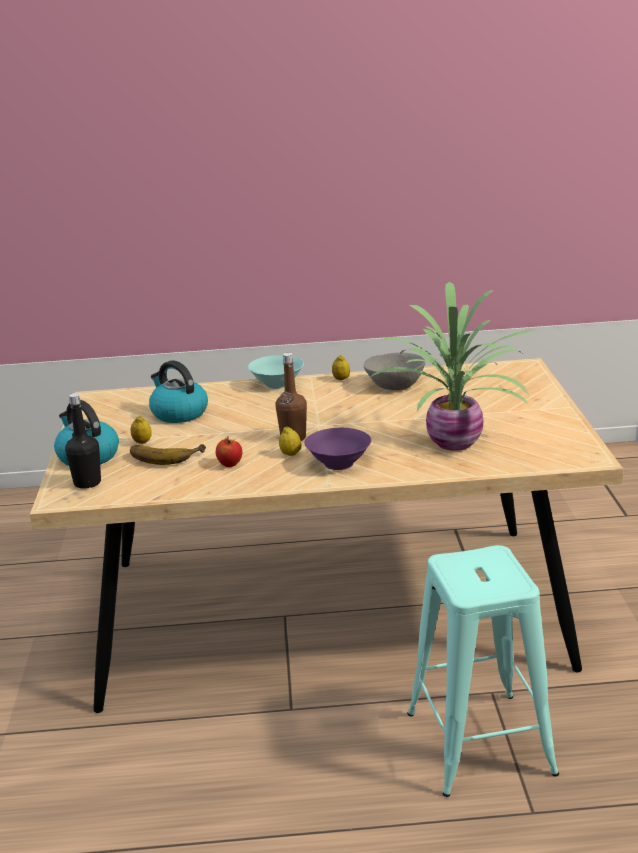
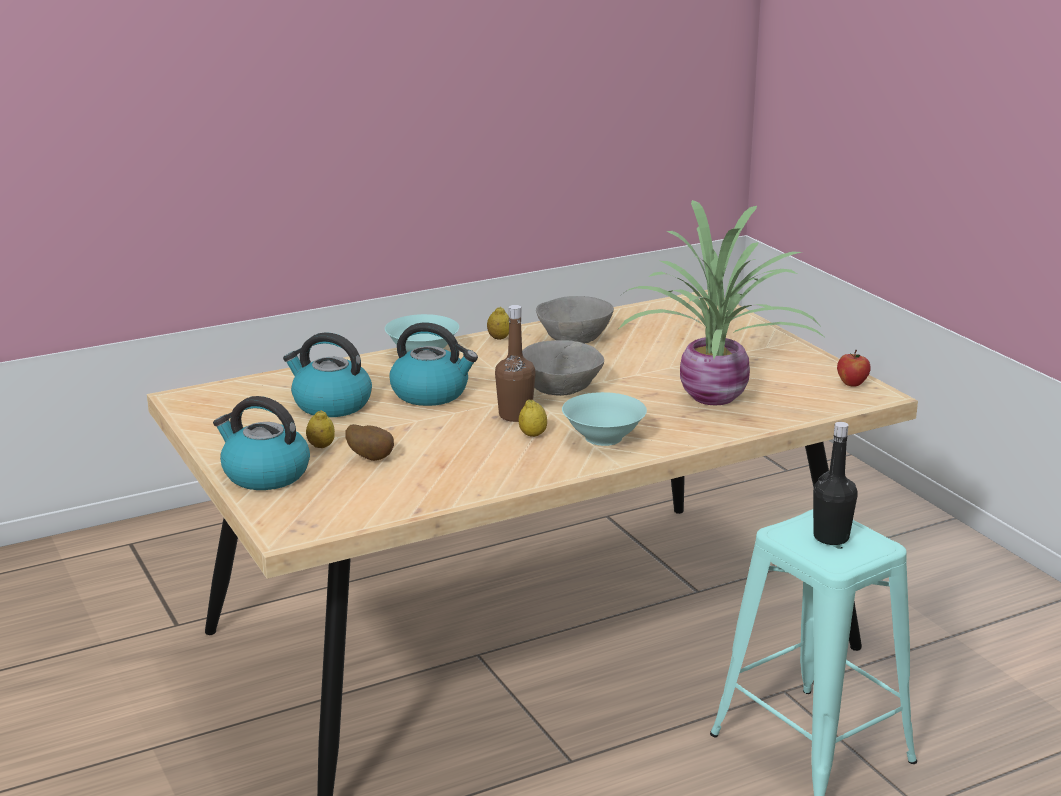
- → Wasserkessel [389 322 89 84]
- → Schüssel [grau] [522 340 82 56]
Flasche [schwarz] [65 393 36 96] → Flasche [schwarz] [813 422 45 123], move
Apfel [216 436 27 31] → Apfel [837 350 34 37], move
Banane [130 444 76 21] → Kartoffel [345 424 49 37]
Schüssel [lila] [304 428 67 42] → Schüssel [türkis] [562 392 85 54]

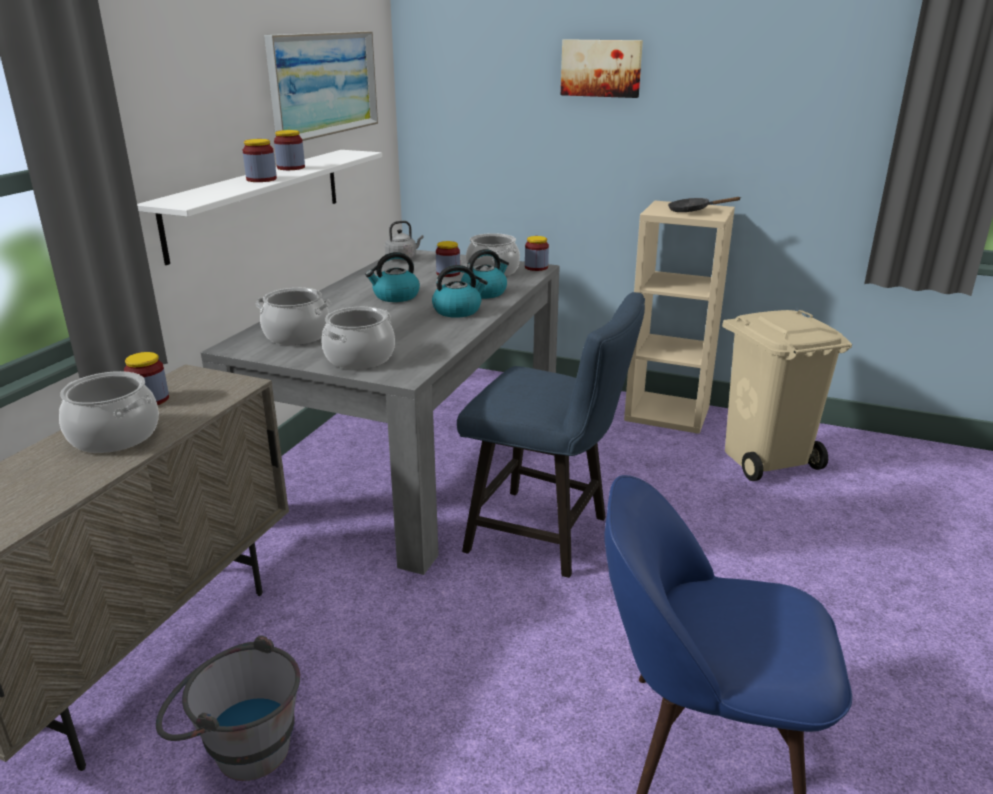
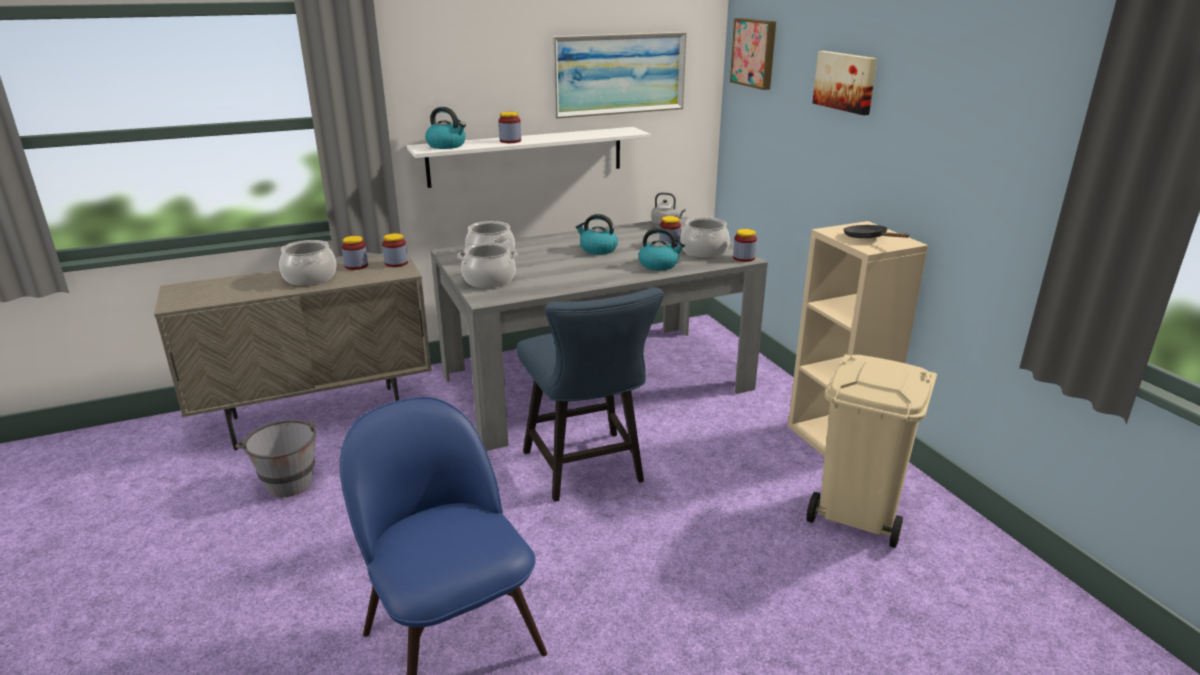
- → Bild [730 18 46 72]
Vorratsglas [274 130 31 40] → Vorratsglas [382 233 26 34], move
Wasserkessel [432 265 56 53] → Wasserkessel [425 107 41 42], move

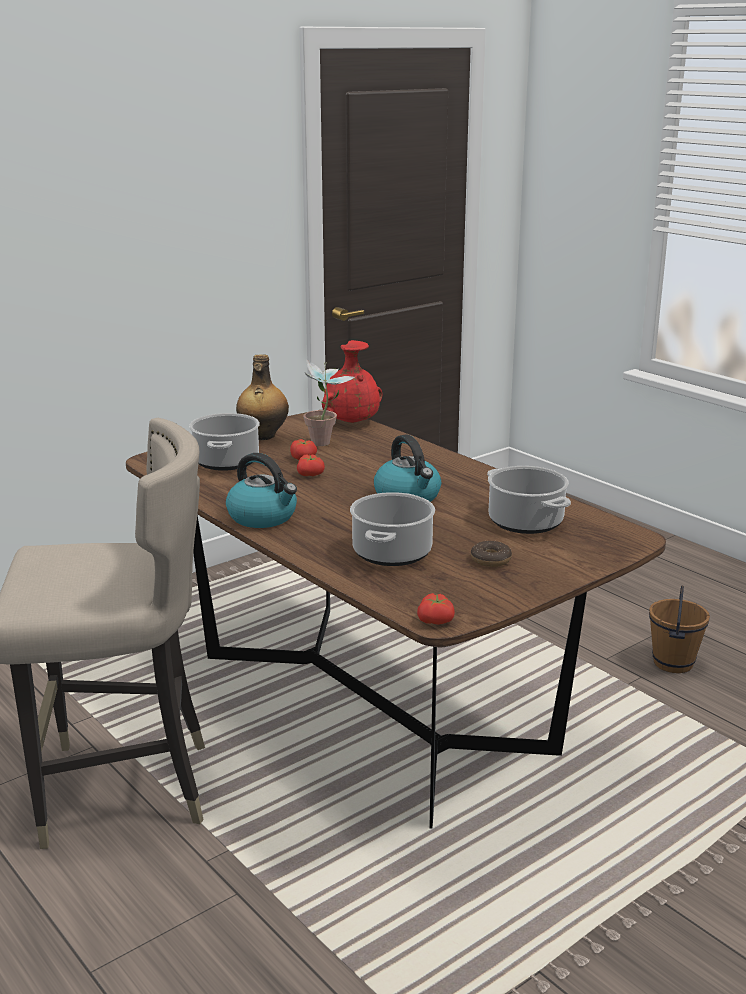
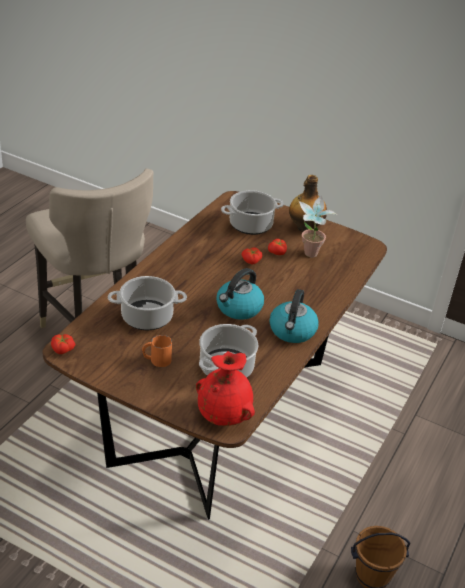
Wasserkessel [226 453 71 75] → Wasserkessel [269 289 50 54], move
Vase [rot] [322 340 60 83] → Vase [rot] [196 351 59 75], move
Donut [471 541 41 26] → Henkelbecher [orange] [142 335 30 32]

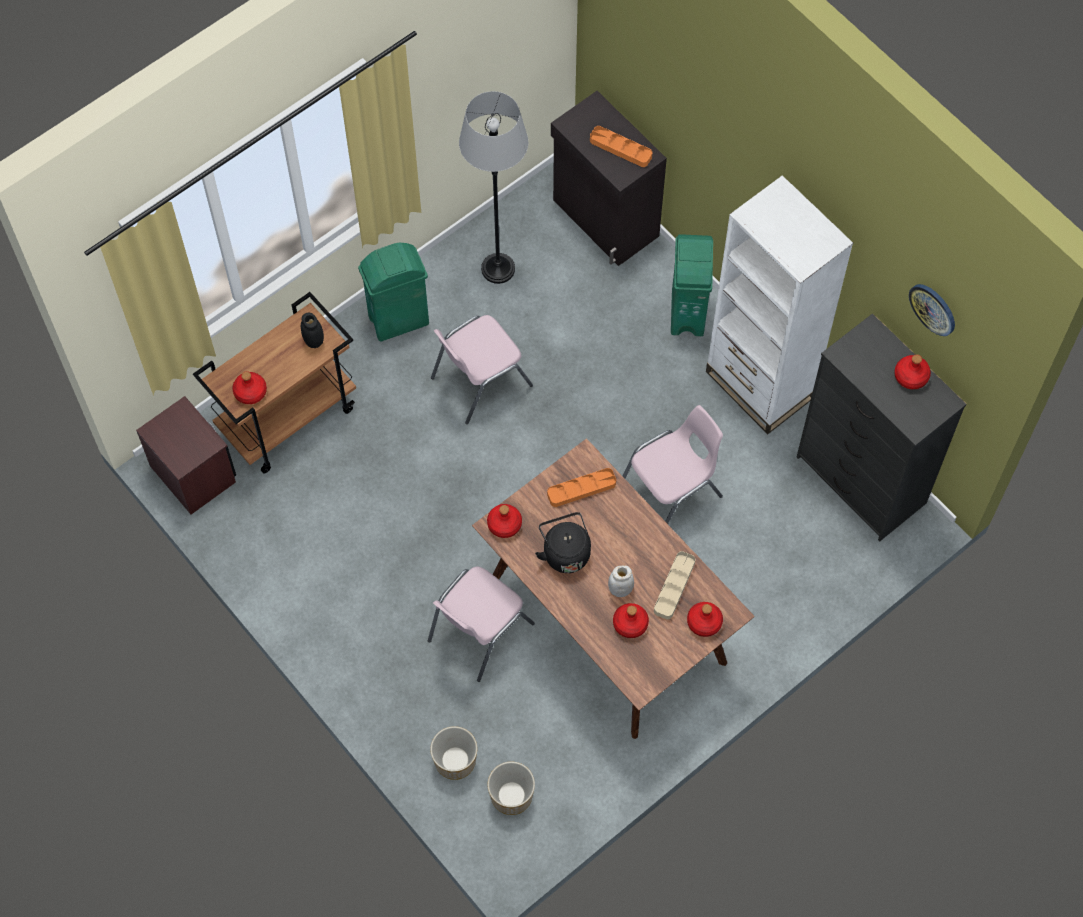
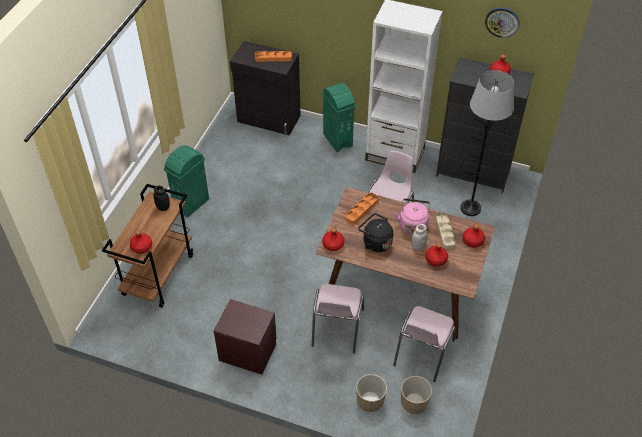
- → Wasserkessel [rosa] [394 198 36 37]
Nachttisch [braun] [136 396 100 118] → Nachttisch [braun] [214 299 63 76], move
Stuhl [rosa] [431 315 102 109] → Stuhl [rosa] [393 306 63 76], move
Stehlampe [grau] [459 91 69 193] → Stehlampe [grau] [460 70 54 146], move

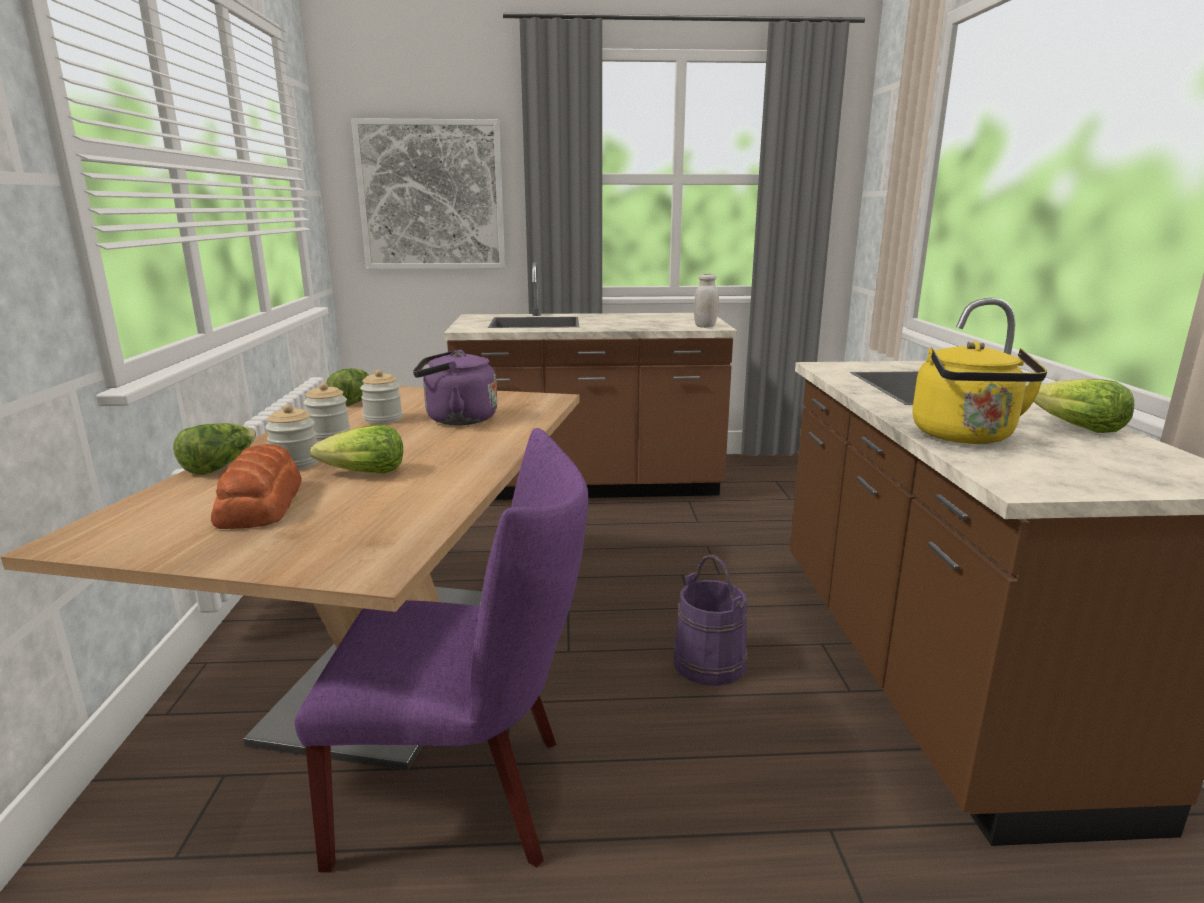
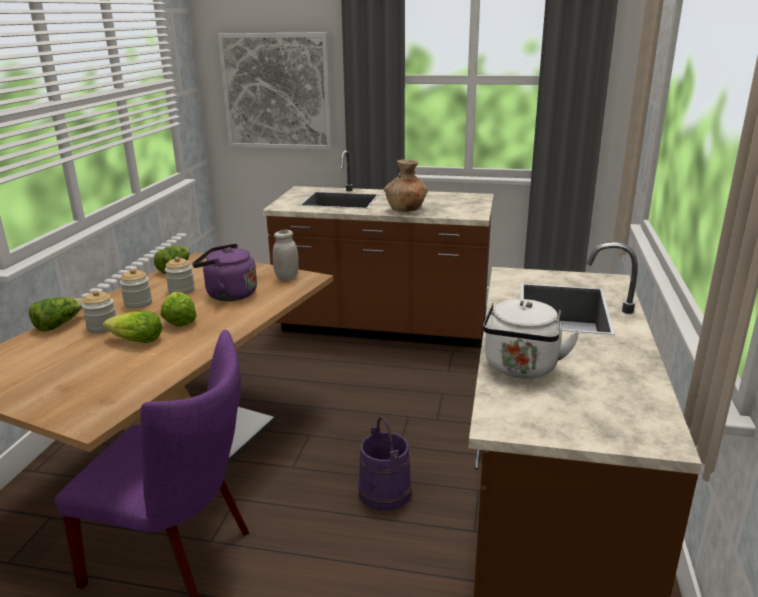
Brot [211 444 91 85] → -
- → Vase [braun] [384 159 44 53]
Vorratsglas [weiß] [694 274 25 54] → Vorratsglas [weiß] [273 230 26 51], move
Salatkopf [1034 379 100 54] → Salatkopf [161 292 36 34], move
Wasserkessel [gelb] [912 341 135 103] → Wasserkessel [weiß] [483 299 97 80]

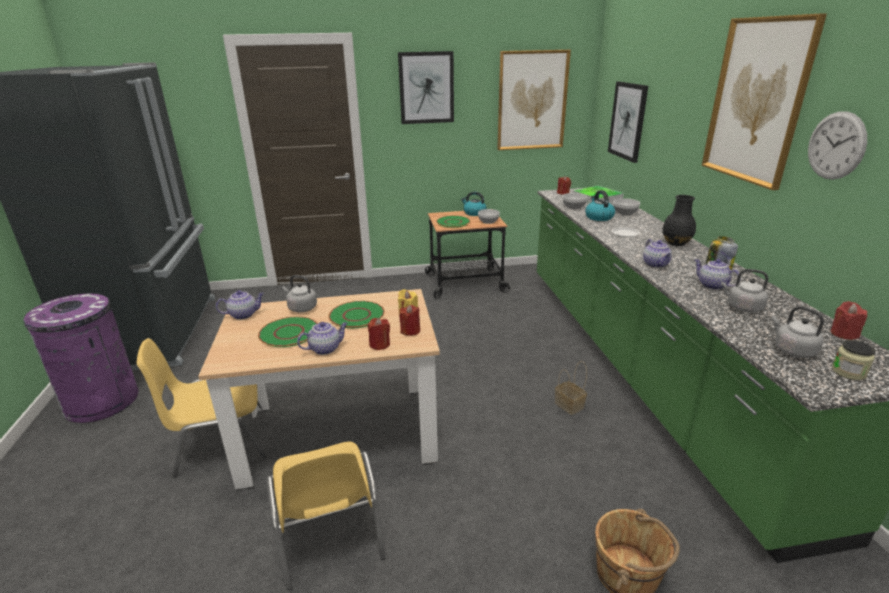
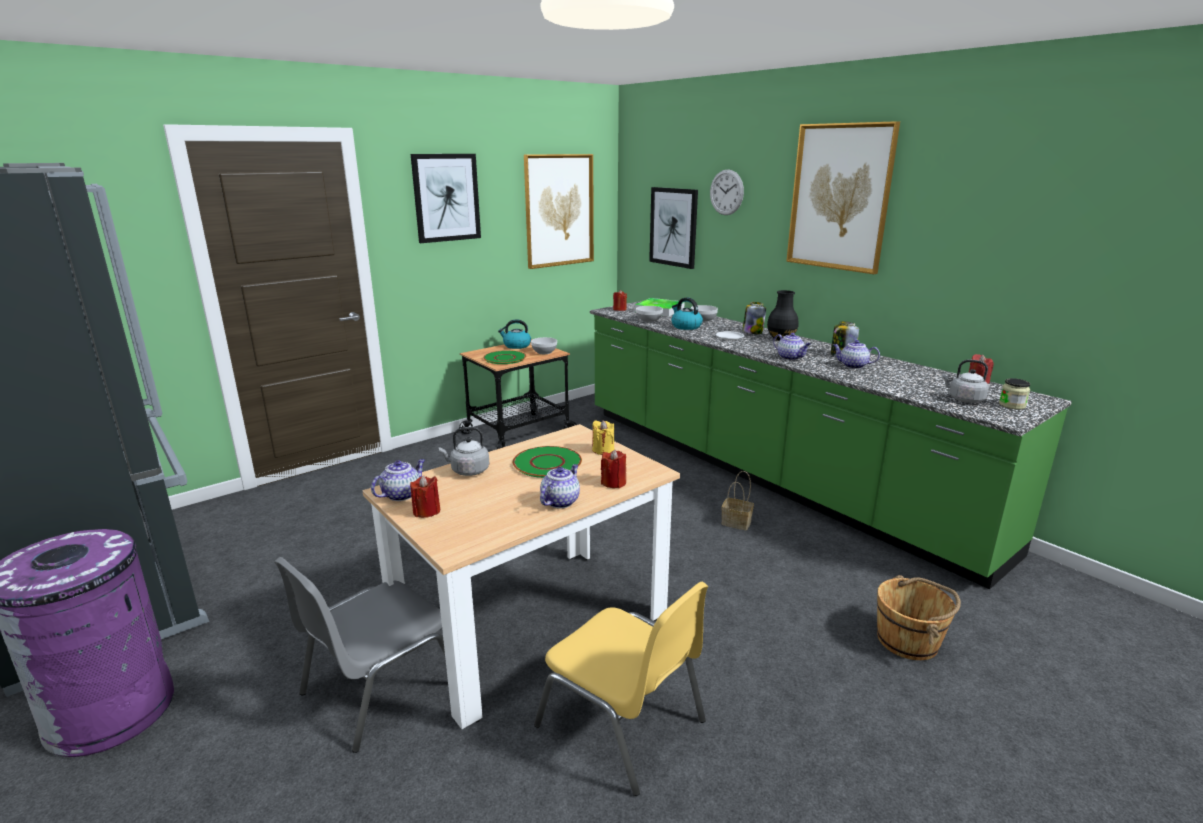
Teller [grün] [258 316 60 31] → -
Wasserkessel [grau] [721 269 47 44] → -
- → Vorratsglas [742 302 24 32]
Kerze [rot] [399 305 21 31] → Kerze [rot] [410 475 31 43], move
Wanduhr [808 111 59 69] → Wanduhr [710 169 34 46], move
Stuhl [gelb] [137 338 130 139] → Stuhl [grau] [274 557 171 196]

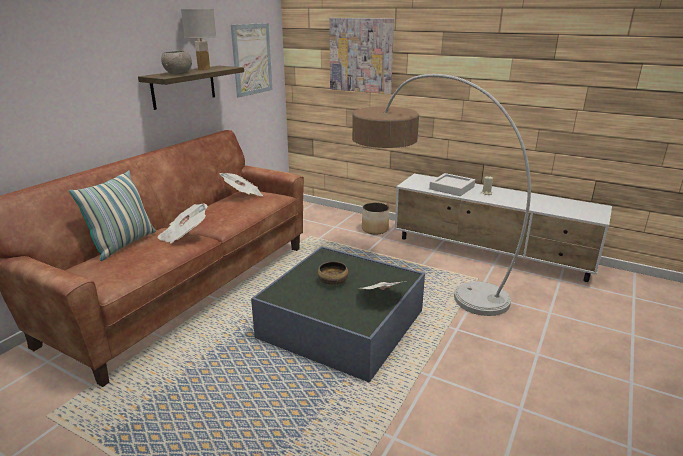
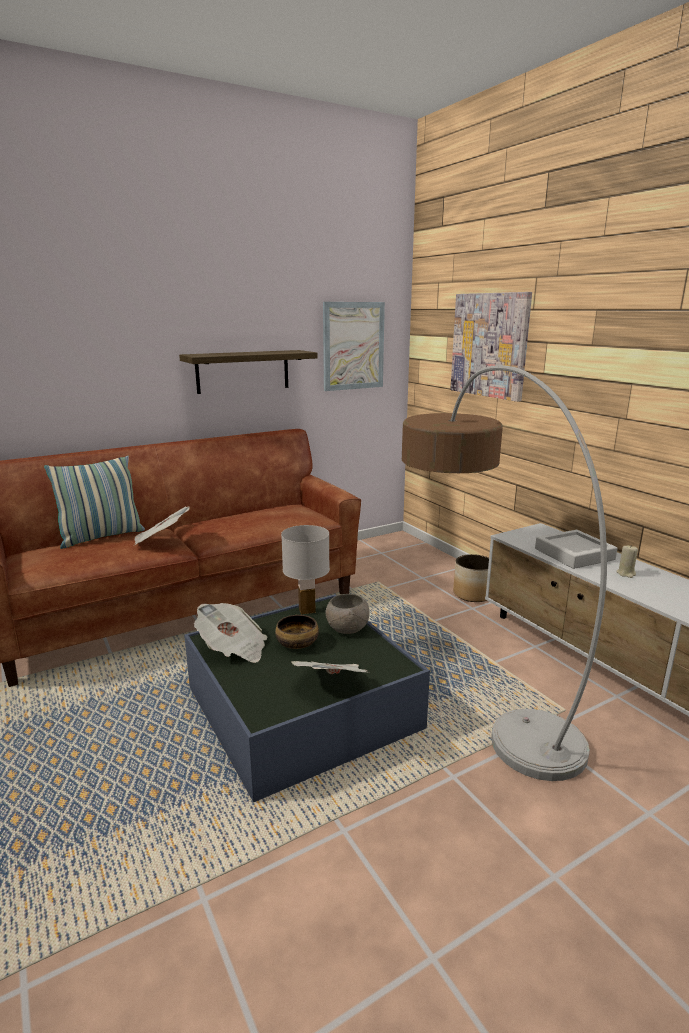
Schüssel [grau] [161 51 31 23] → Schüssel [grau] [325 594 44 40], move
Tischlampe [weiß] [181 9 35 61] → Tischlampe [weiß] [281 525 49 89], move
Zeitung [220 173 43 23] → Zeitung [194 603 73 60], move

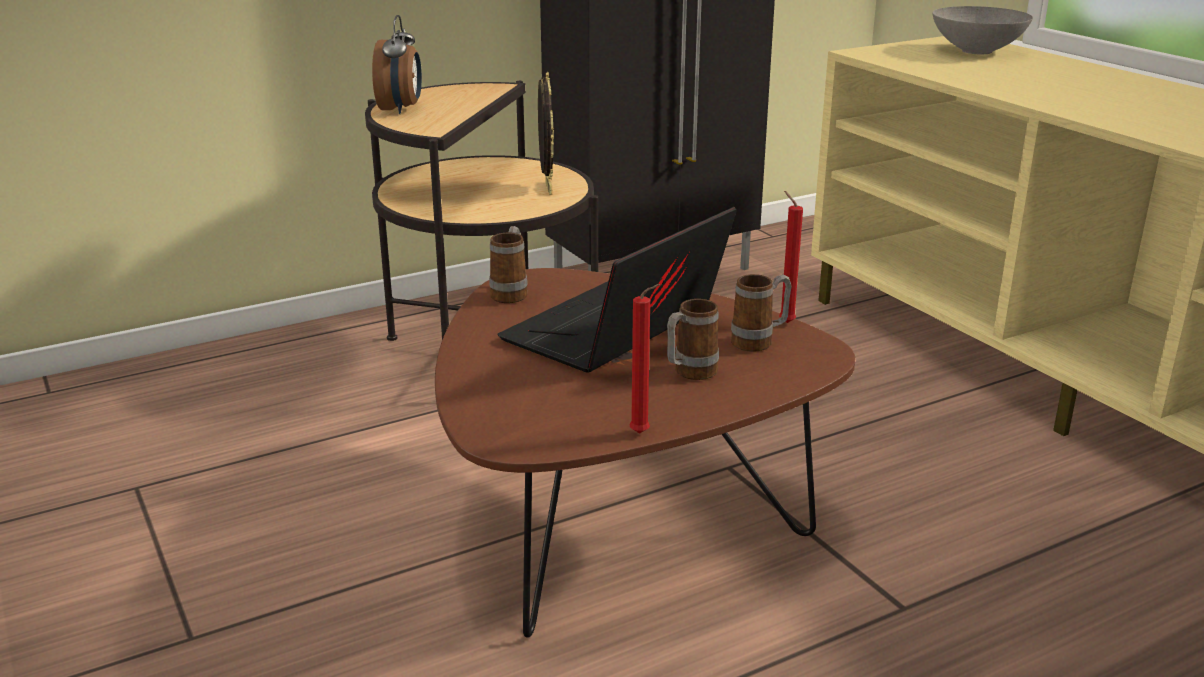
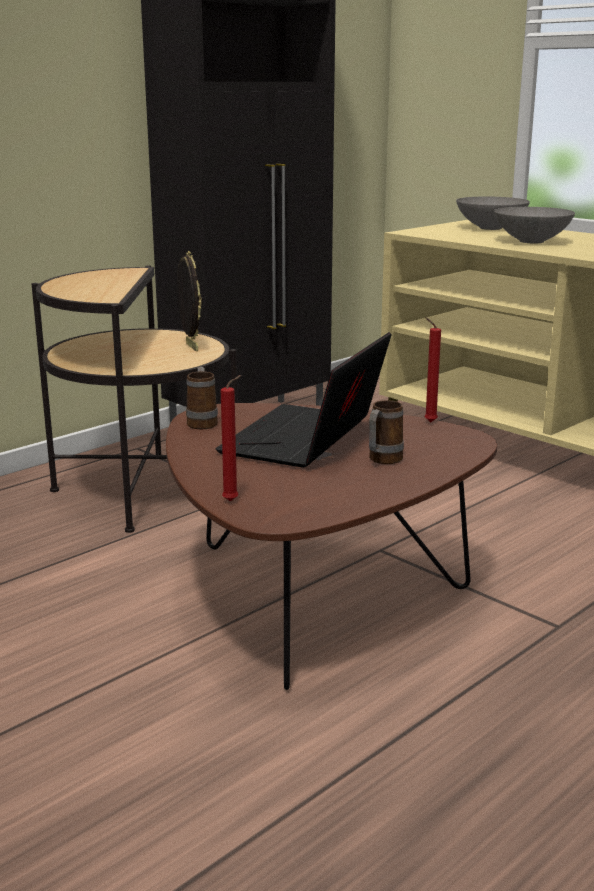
Wecker [372 15 50 99] → -
Henkelbecher [731 274 60 78] → -
- → Schüssel [grau] [494 207 81 37]
Kerze [rot] [630 284 30 150] → Kerze [rot] [221 375 21 126], move

